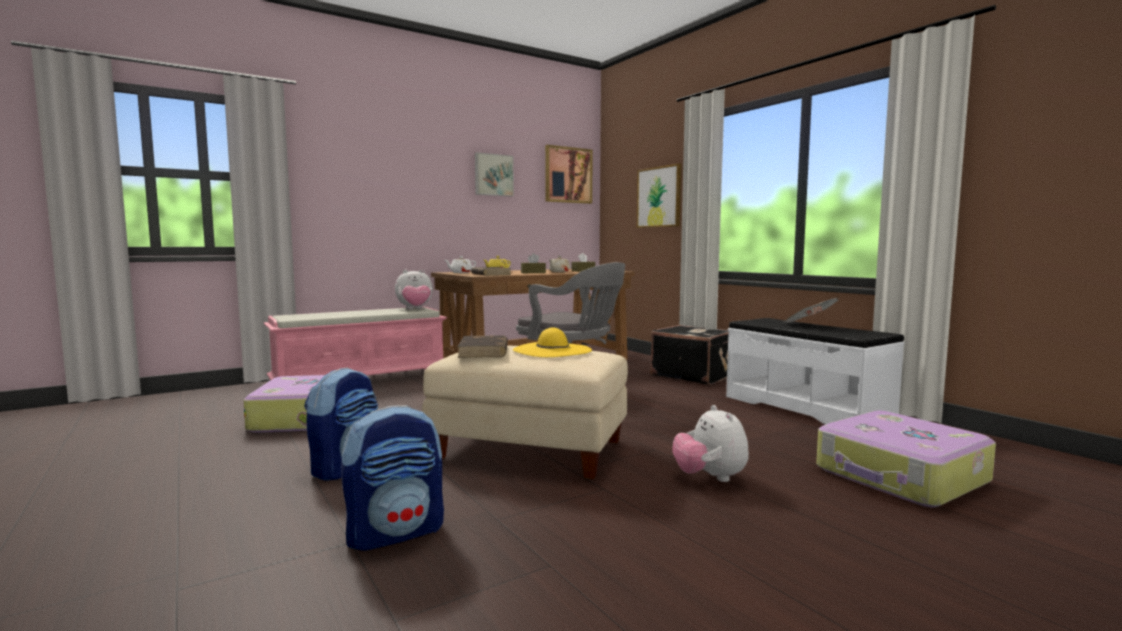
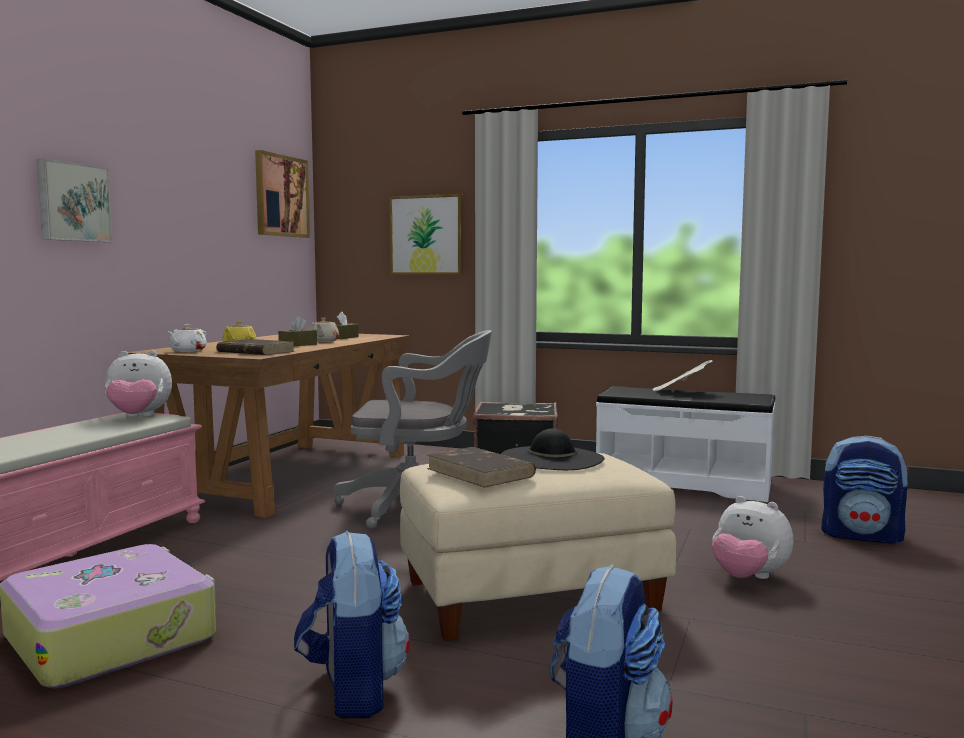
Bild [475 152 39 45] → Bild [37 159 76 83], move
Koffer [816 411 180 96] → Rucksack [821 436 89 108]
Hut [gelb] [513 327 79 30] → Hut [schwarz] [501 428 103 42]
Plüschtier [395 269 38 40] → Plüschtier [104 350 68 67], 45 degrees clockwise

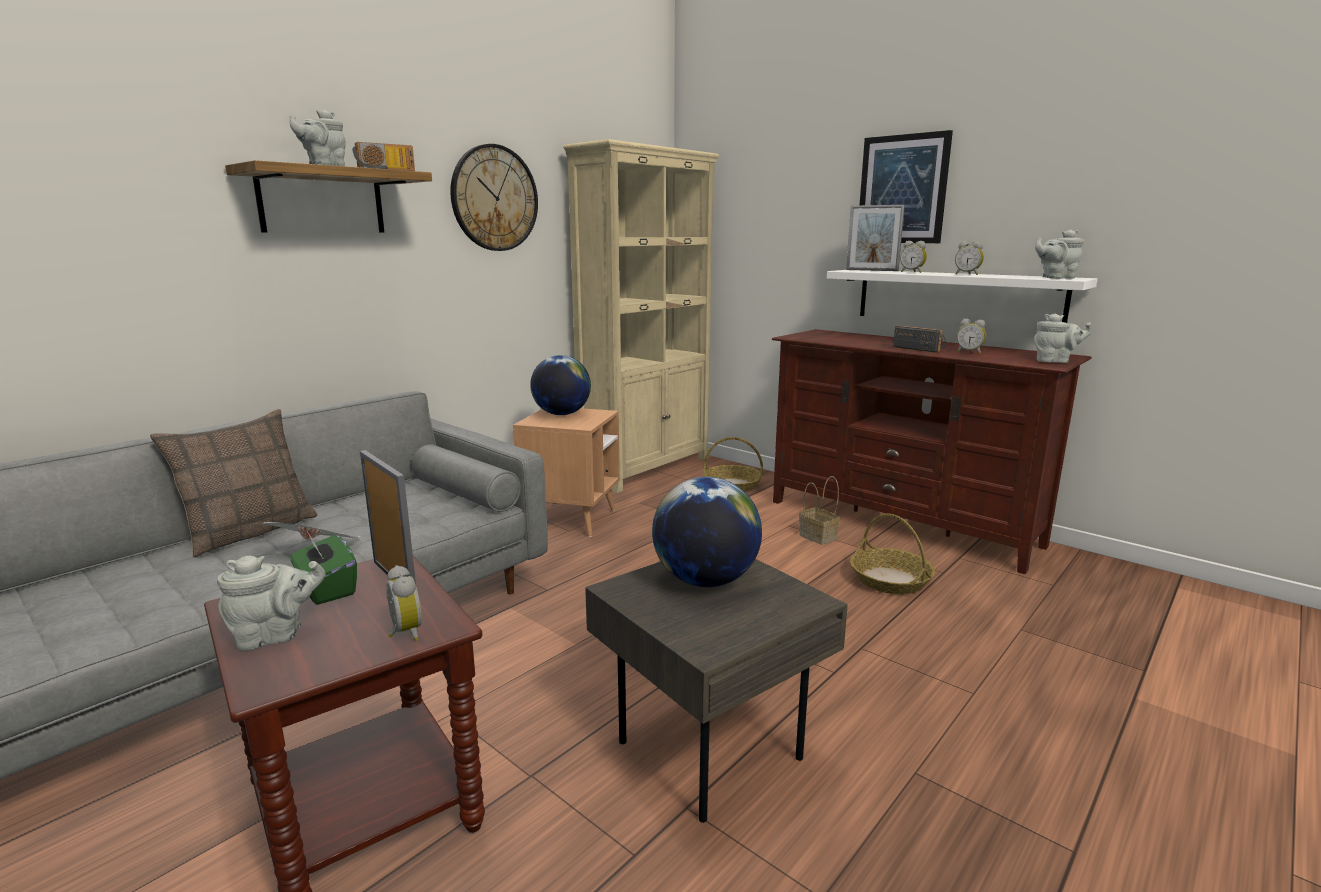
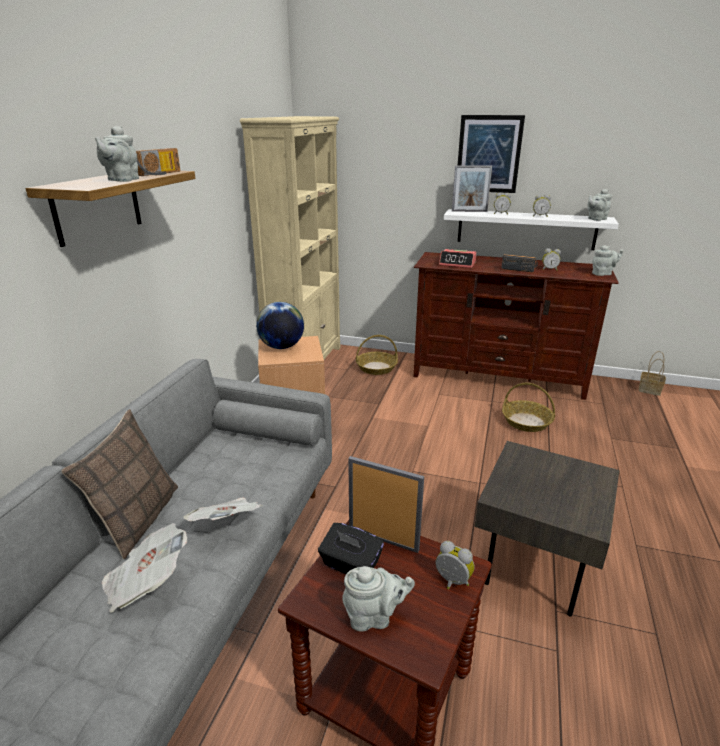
Wanduhr [450 144 88 107] → -
Globus [652 477 110 110] → -
- → Zeitung [102 523 85 90]
- → Wecker [439 249 38 19]
Korb [799 476 41 69] → Korb [639 351 27 45], move
Taschentuchbox [grün] [290 531 67 74] → Taschentuchbox [schwarz] [318 523 66 51]
Teekanne [grau] [217 556 108 94] → Teekanne [grau] [342 566 73 66], 45 degrees clockwise

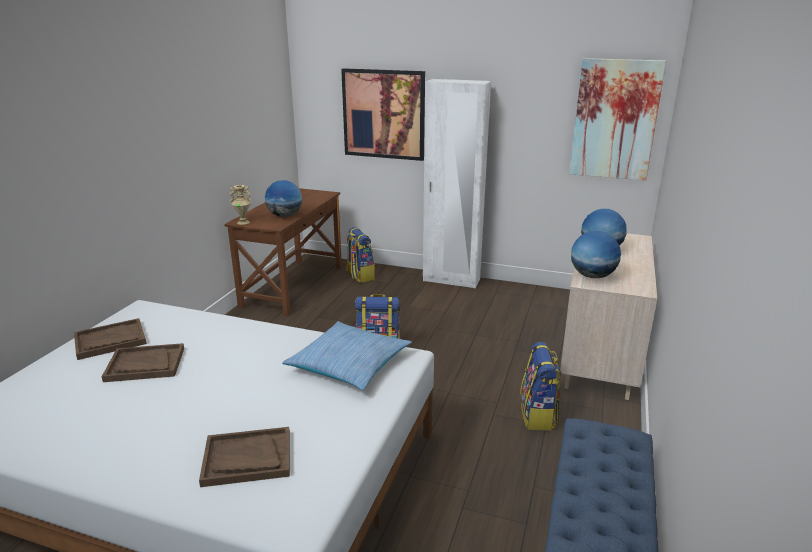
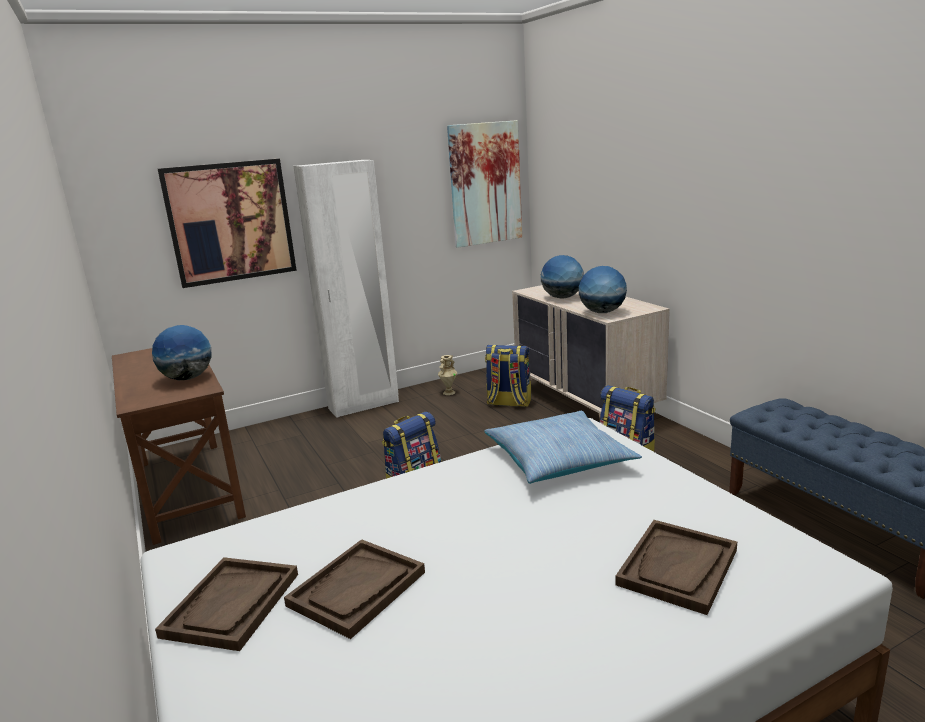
Vase [beige] [229 185 22 40] → Vase [beige] [438 355 19 40], move
Rucksack [345 227 30 56] → Rucksack [485 345 46 62], move

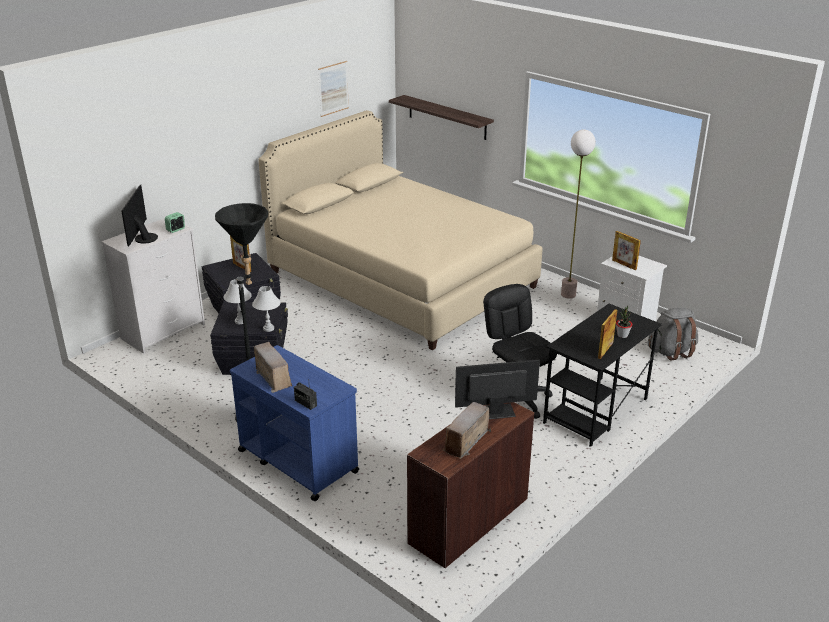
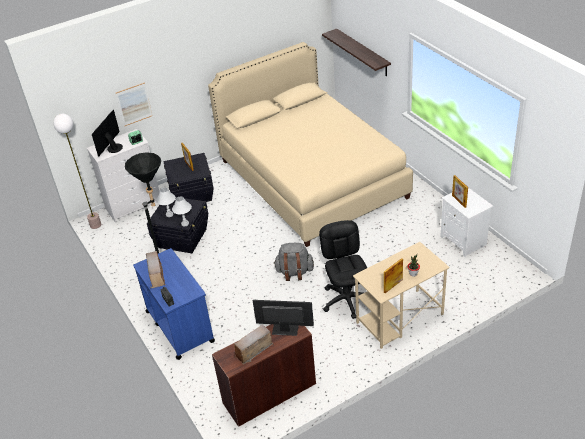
Bild [318 61 31 56] → Bild [116 82 37 44], move
Stehlampe [561 130 35 169] → Stehlampe [53 114 48 115], move
Rucksack [grau] [647 308 51 53] → Rucksack [grau] [273 243 41 38], move
Schreibtisch [schwarz] [543 304 119 143] → Schreibtisch [beige] [353 242 97 107]

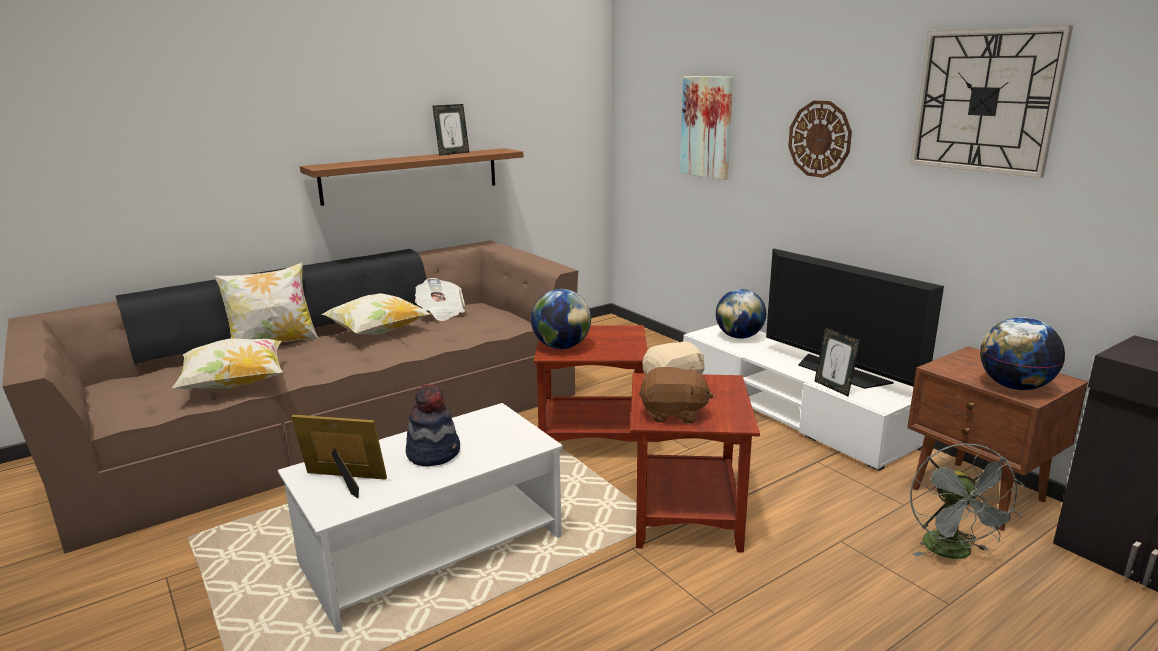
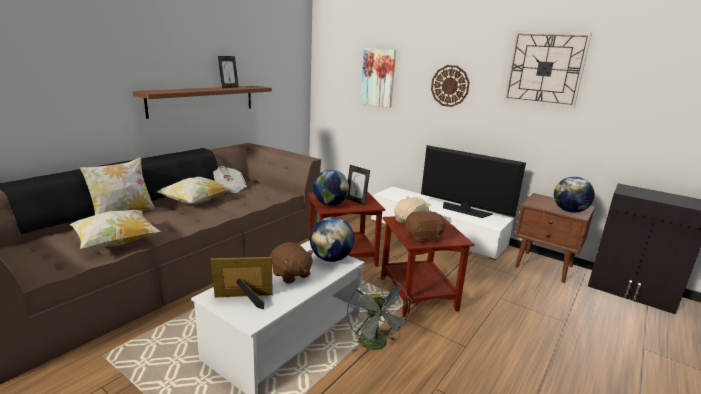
Globus [716 289 50 50] → Globus [310 217 45 45], move
Bilderrahmen [815 327 45 69] → Bilderrahmen [346 165 24 40], move
Ventilator [grau] [910 443 115 116] → Ventilator [grau] [347 277 65 75], move
Hut [406 384 54 83] → Plüschtier [braun] [270 242 44 42]

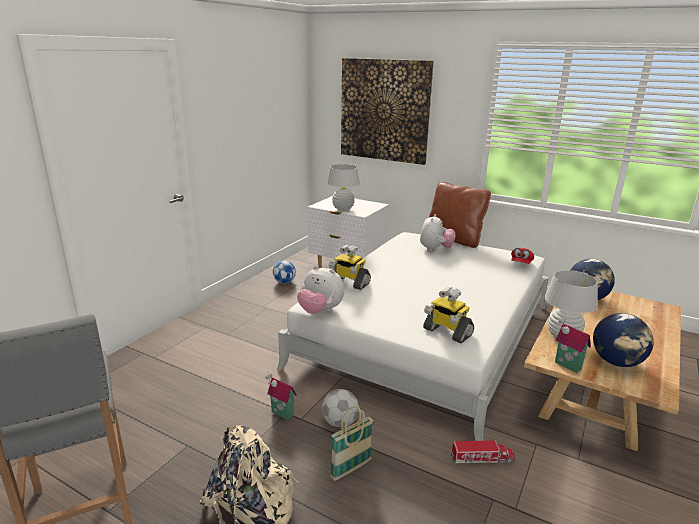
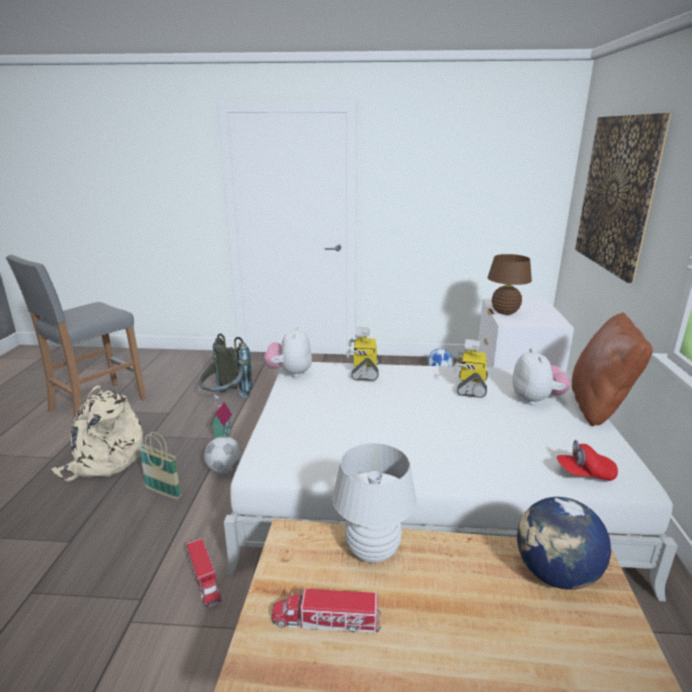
Spielzeughaus [555 316 36 57] → -
- → Rucksack [grau] [199 333 53 65]
Spielzeugroboter [423 287 51 56] → Spielzeugroboter [453 339 35 59], move
Globus [593 313 61 54] → Spielzeuglaster [272 587 109 46]
Tischlampe [weiß] [327 164 33 47] → Tischlampe [braun] [487 254 45 61]
Plüschtier [420 214 36 37] → Plüschtier [513 348 57 57], 90 degrees counterclockwise

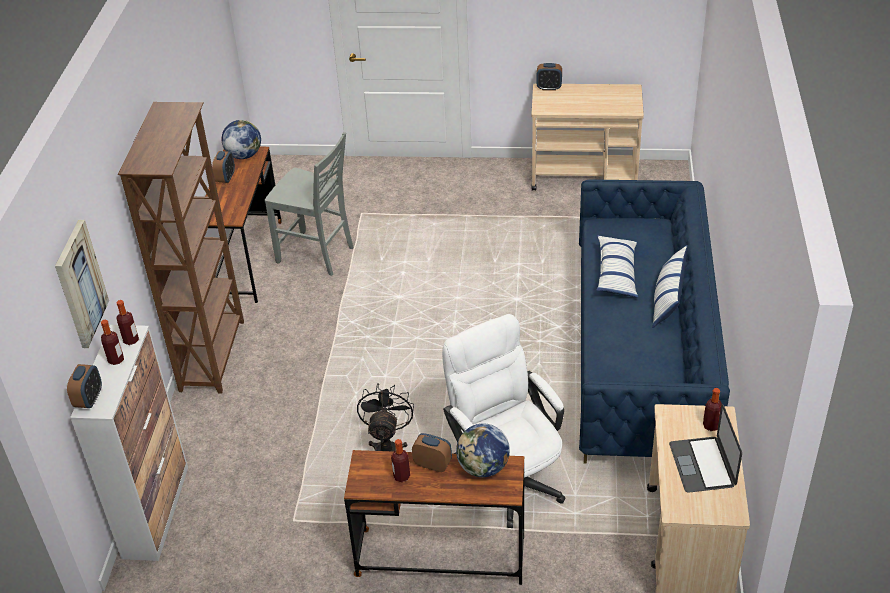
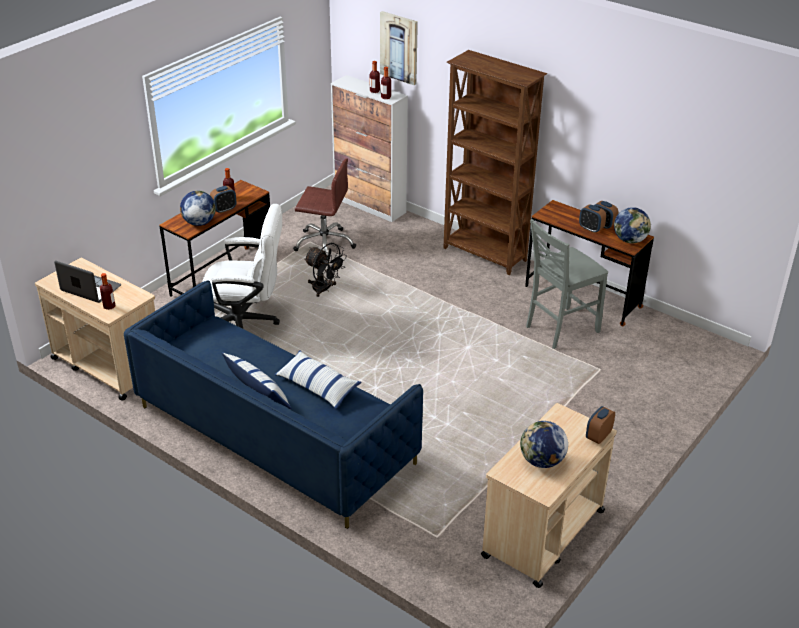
- → Bürostuhl [braun] [293 159 63 102]
- → Globus [520 421 48 47]
Wecker [67 364 35 44] → Wecker [579 204 27 29], move

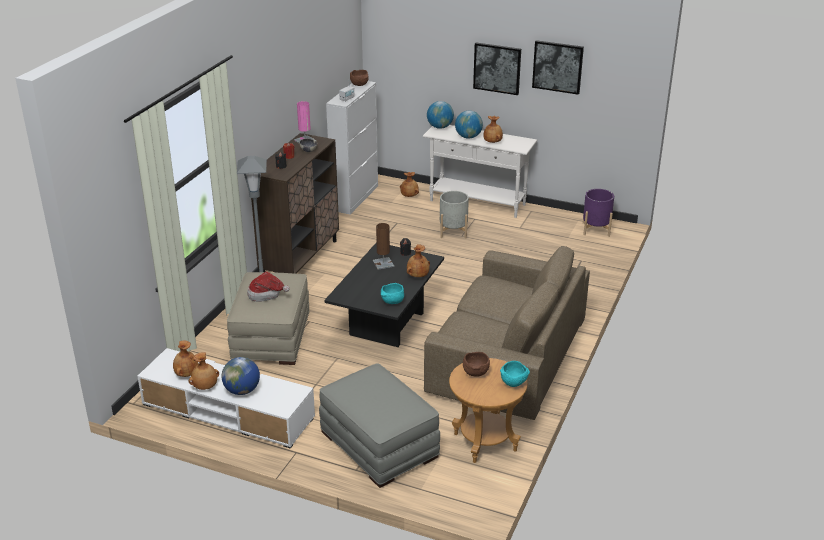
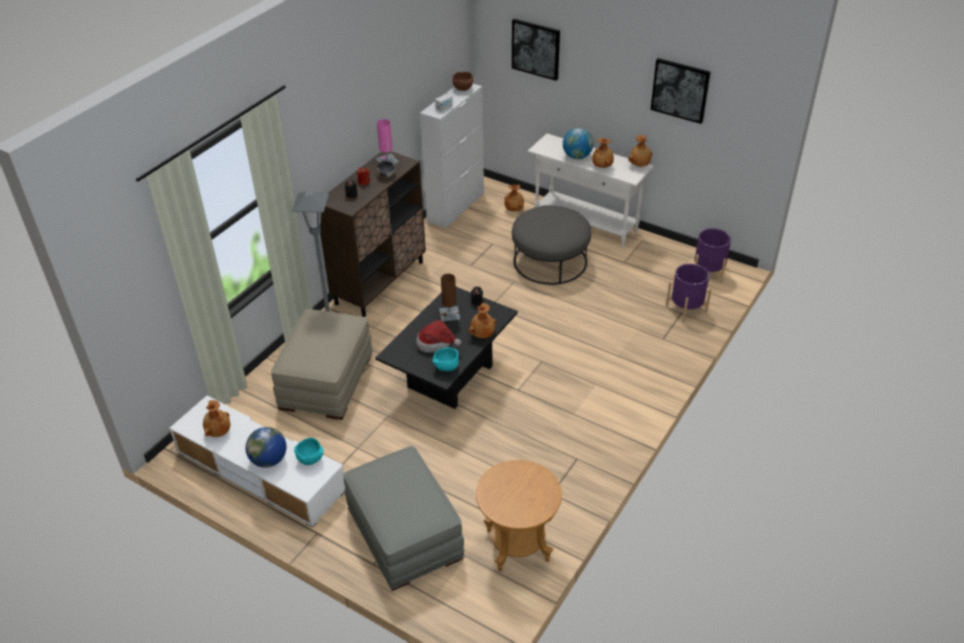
Sofa [braun] [424 246 166 174] → -
Globus [427 101 27 28] → -
Schüssel [braun] [463 352 27 25] → -
- → Pflanzkübel [lila] [666 264 46 58]
Vase [braun] [189 352 30 38] → Vase [braun] [628 135 24 32], move
Hut [247 271 43 31] → Hut [416 320 45 33], move
Bild [473 42 48 53] → Bild [512 19 48 62], move
Schüssel [türkis] [500 361 30 26] → Schüssel [türkis] [294 438 30 27], move
Pflanzkübel [grau] [440 191 29 47] → Polsterhocker [grau] [512 205 79 80]

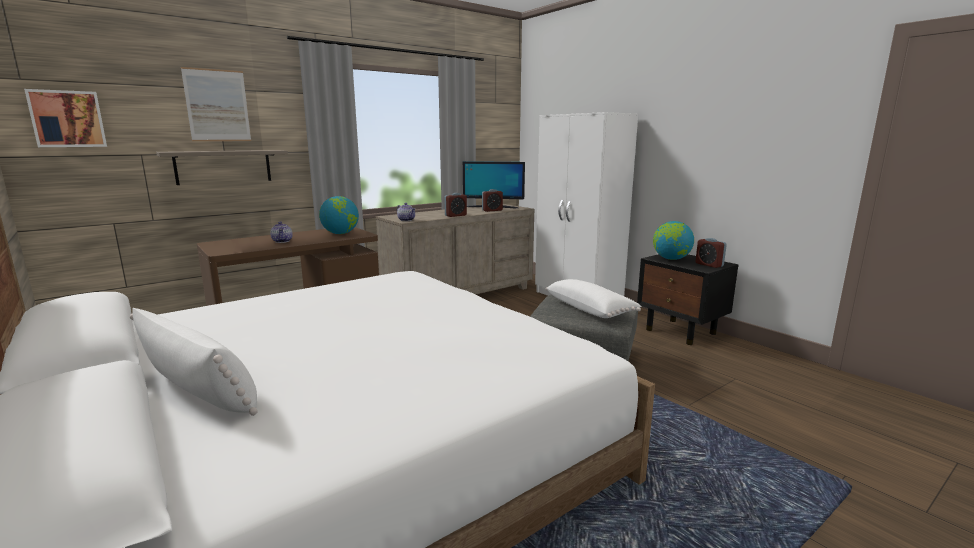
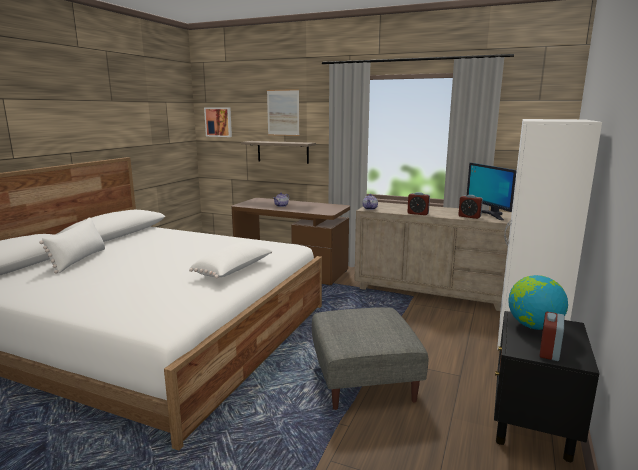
Globus [319 196 40 38] → -
Kissen [weiß] [546 279 95 39] → Kissen [weiß] [189 242 84 37], move

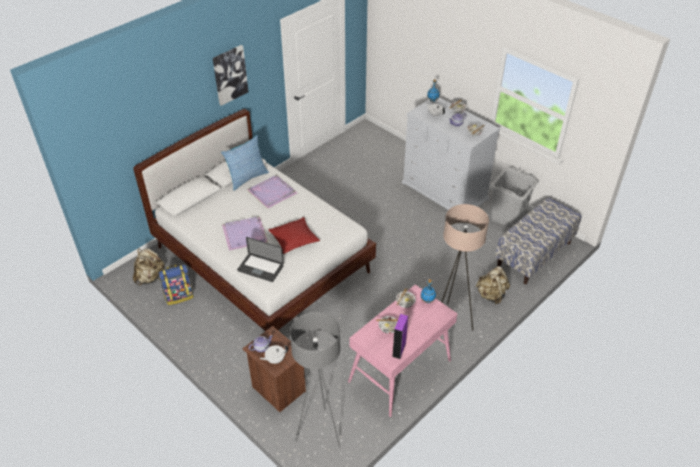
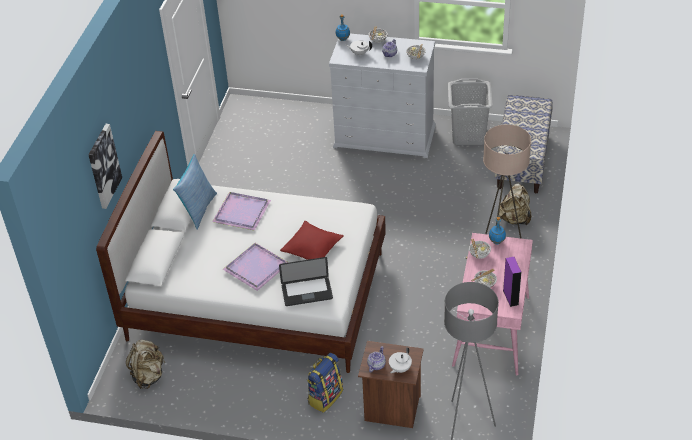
Rucksack [159 264 35 41] → Rucksack [307 353 36 60], move
Bild [213 45 35 61] → Bild [88 124 34 85], move

